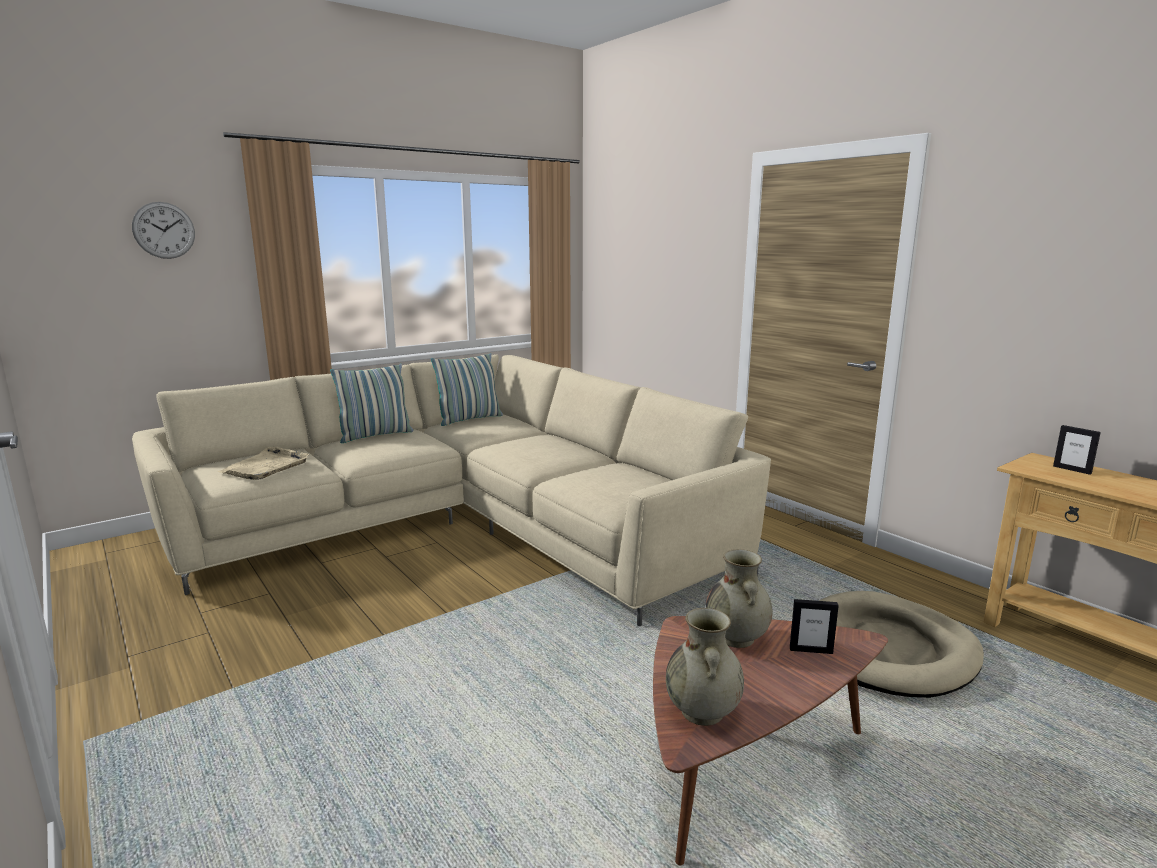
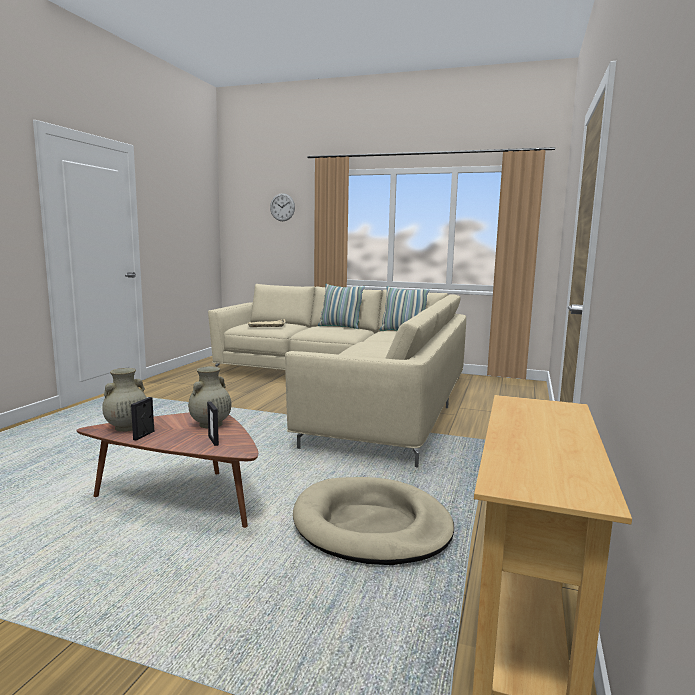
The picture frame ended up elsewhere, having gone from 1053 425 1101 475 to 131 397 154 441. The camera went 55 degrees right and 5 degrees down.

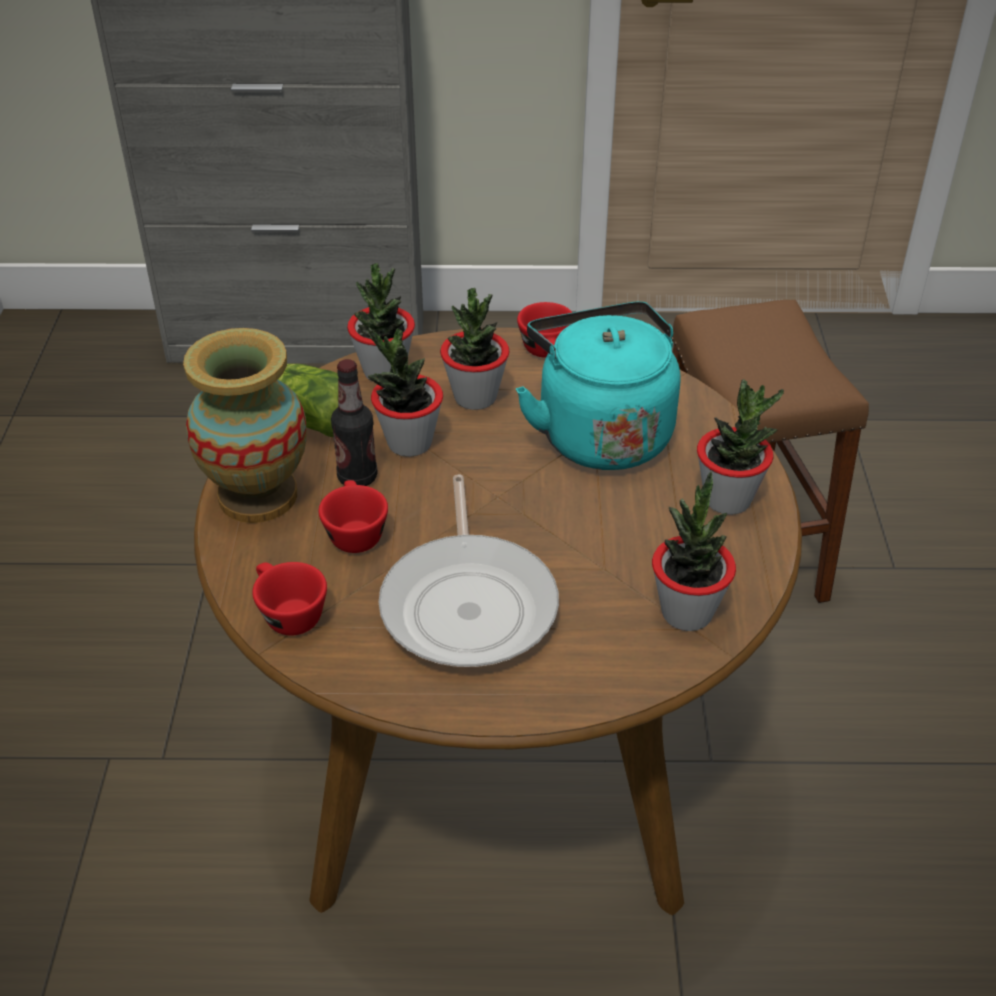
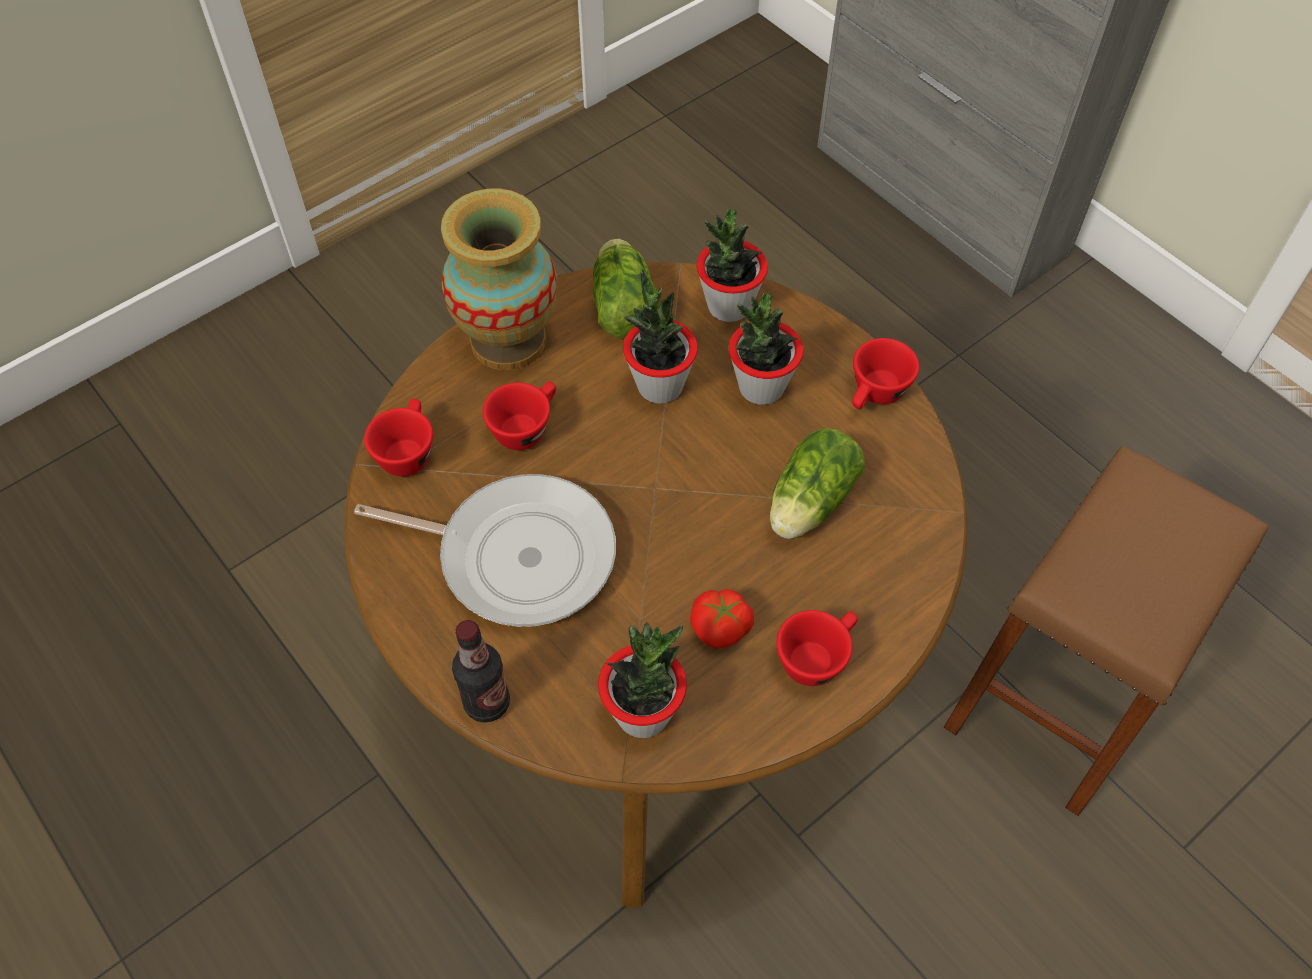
The second view gained the tomato at 690 589 754 648. The bottle ended up elsewhere, having gone from 331 359 377 486 to 452 620 510 723. Where the turquoise kettle stood at 516 302 681 470, the lettuce came to stand at 770 428 865 539. Where the potted plant stood at 697 379 784 515, the red cup came to stand at 776 610 858 686. The frying pan at 379 475 559 667 ended up facing another way, 120 degrees counterclockwise from before. The camera went 50 degrees right and 15 degrees up.

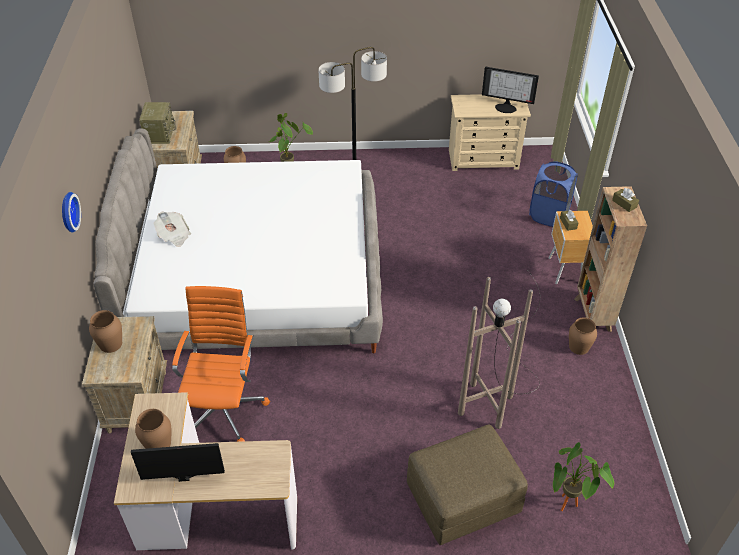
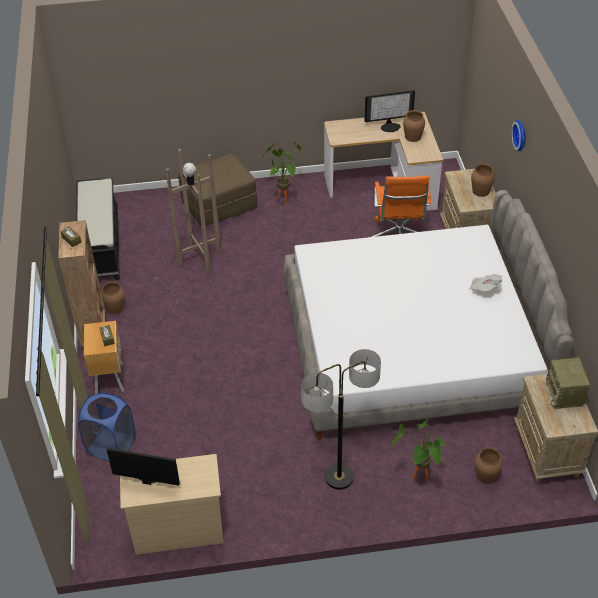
The second view gained the black bench at 76 178 120 280. The potted plant ended up elsewhere, having gone from 553 442 614 511 to 262 141 301 204. The camera went 175 degrees right and 0 degrees up.

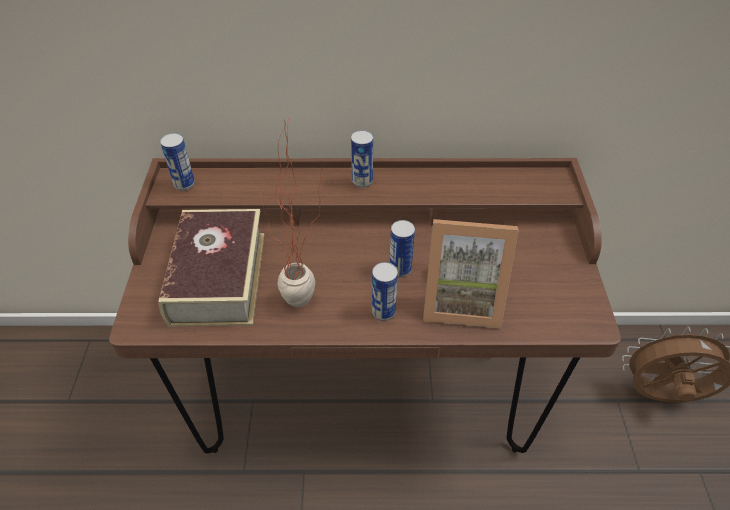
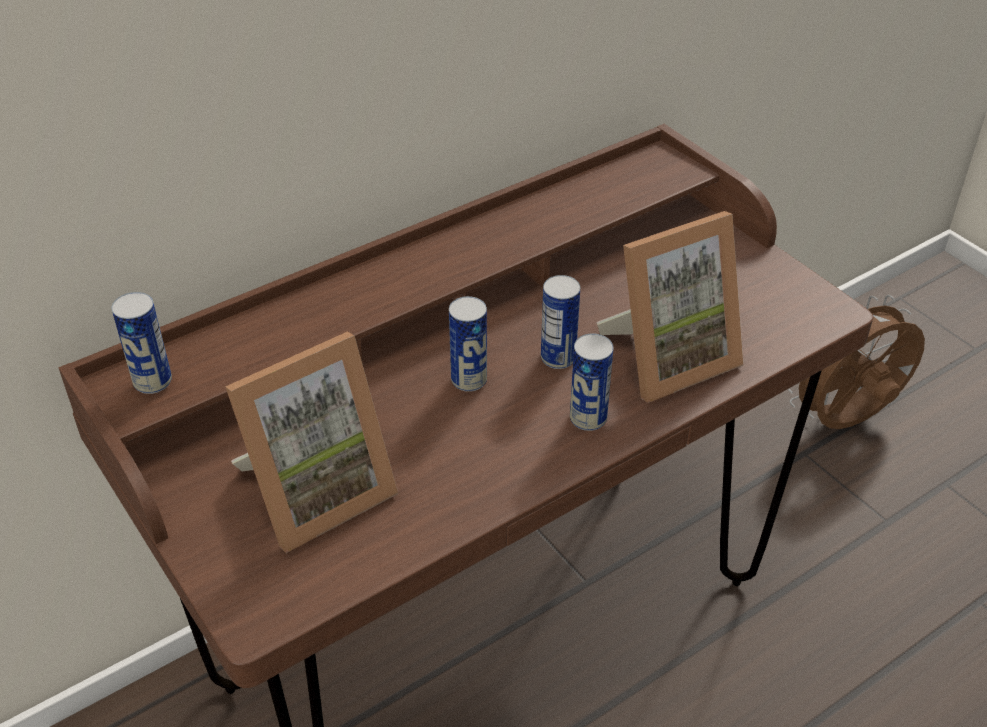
The second view lost the potted plant at 260 118 322 307. The can ended up elsewhere, having gone from 351 130 373 188 to 449 296 487 392. Where the book stood at 158 209 265 327, the picture frame came to stand at 225 332 398 553. The camera went 35 degrees left and 5 degrees down.

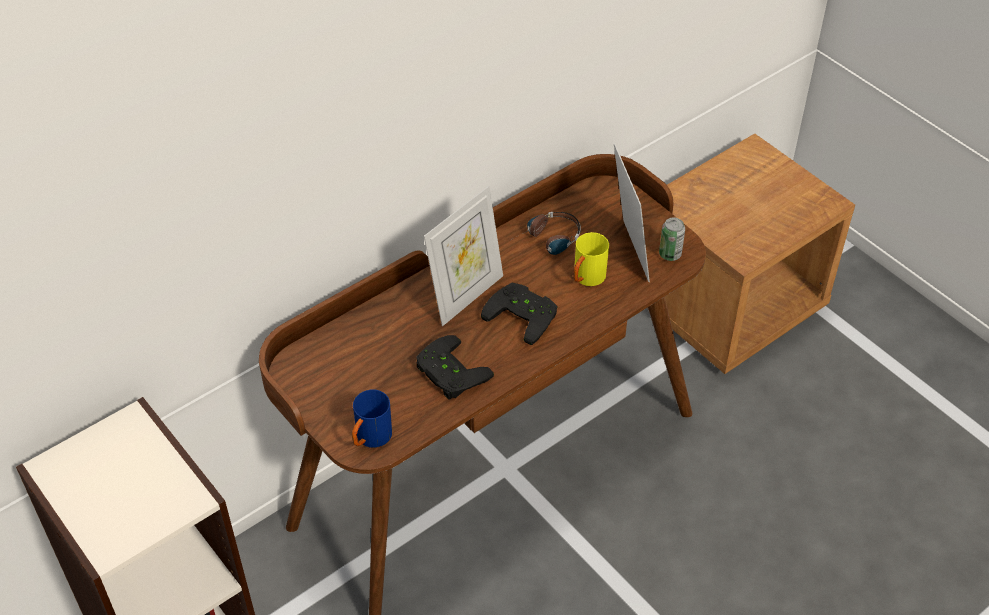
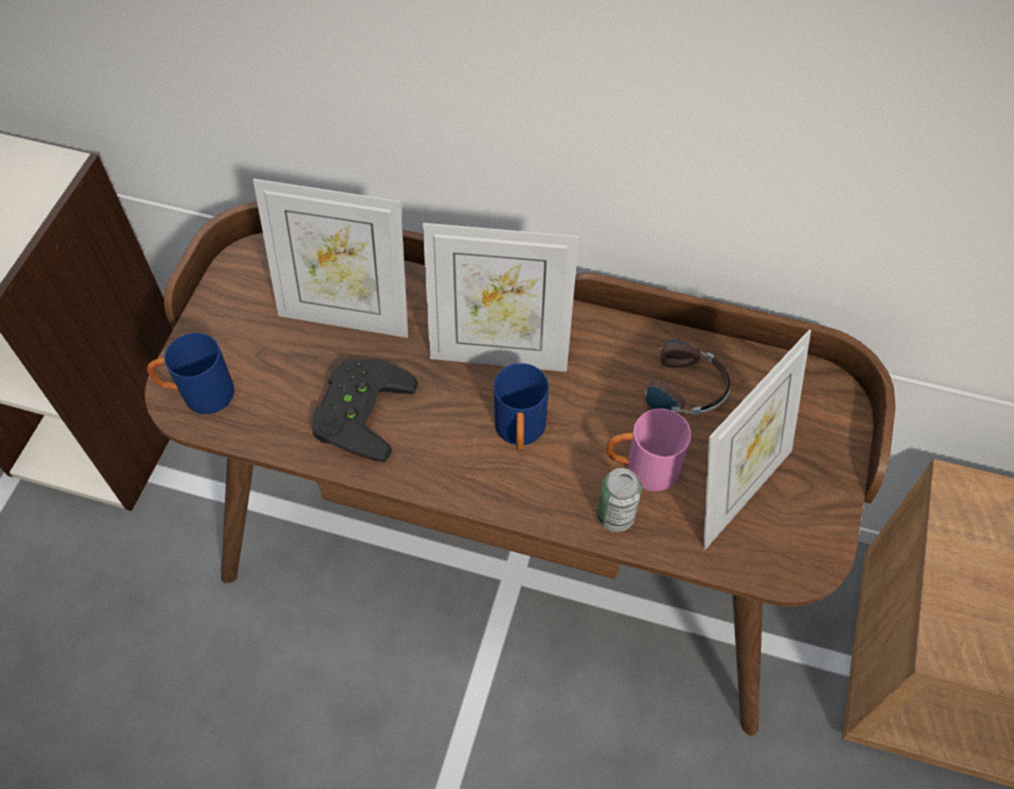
The second view gained the picture frame at 253 179 408 338. The can ended up elsewhere, having gone from 659 217 685 261 to 597 468 642 532. Where the black game controller stood at 481 283 557 345, the blue mug came to stand at 494 363 549 451. What was the yellow mug at 573 232 609 286 turned into the pink mug at 606 408 691 491. The camera went 55 degrees right and 10 degrees up.

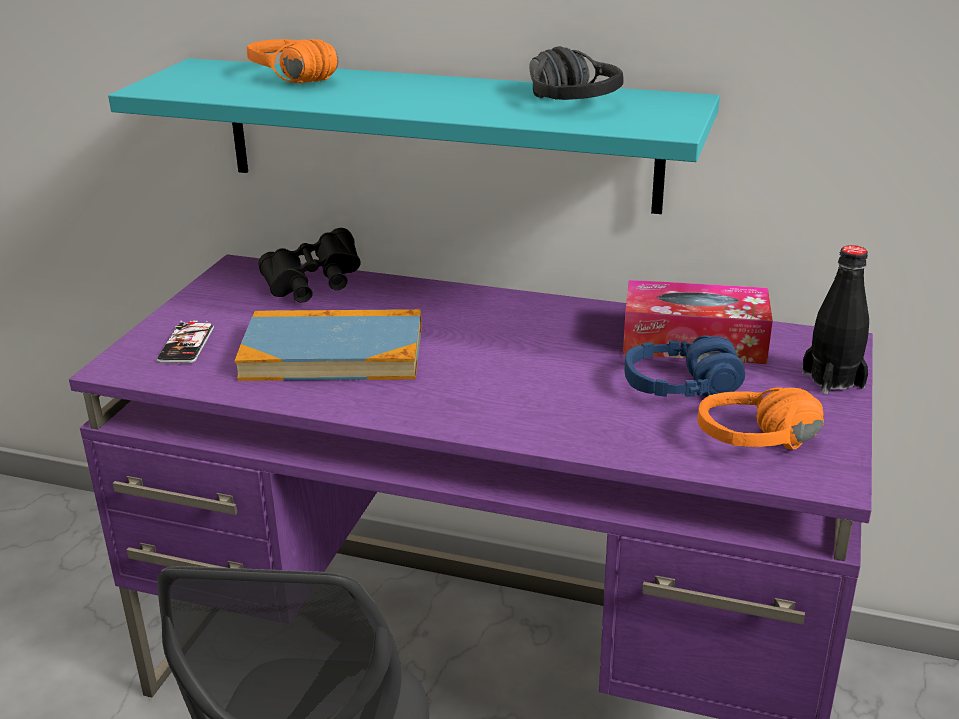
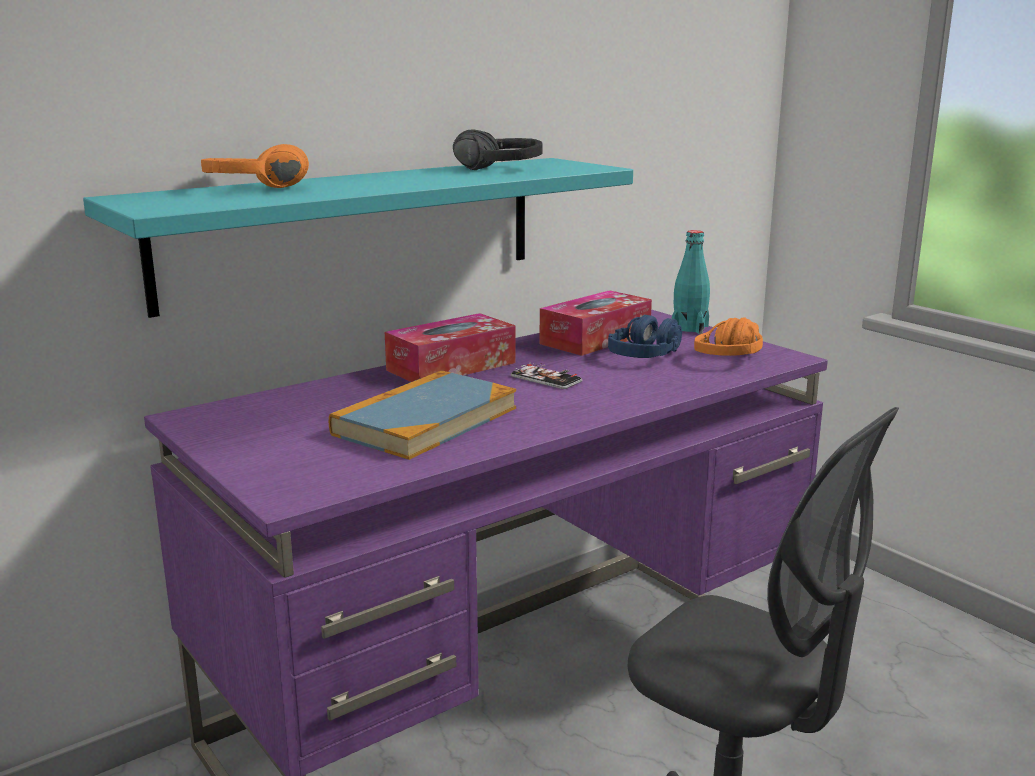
The second view lost the black binoculars at 258 228 361 303. The second view gained the tissue box at 385 313 515 382. The phone ended up elsewhere, having gone from 157 321 214 363 to 511 363 582 389. What was the black bottle at 802 245 869 394 turned into the turquoise bottle at 671 230 710 334. The camera went 55 degrees left and 10 degrees down.

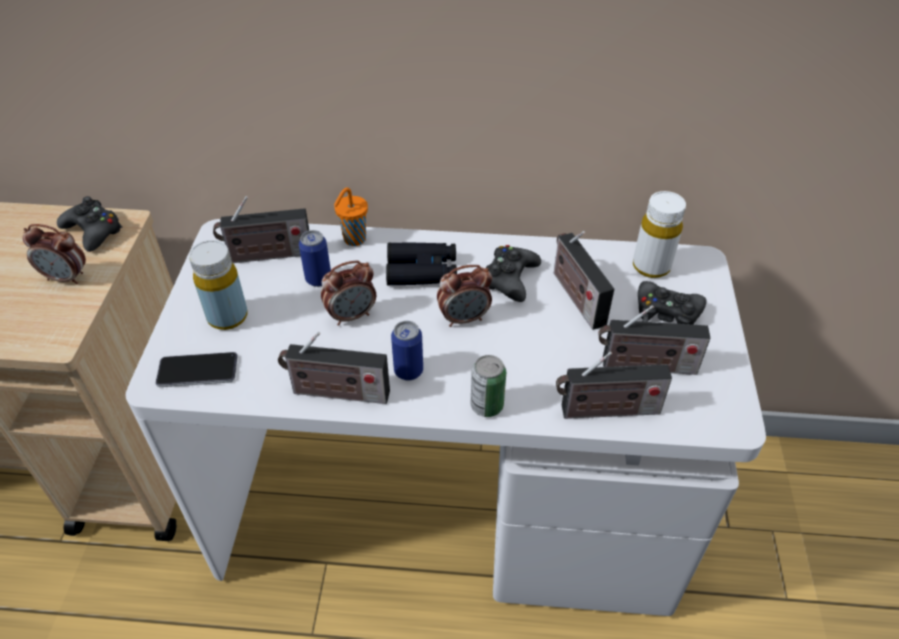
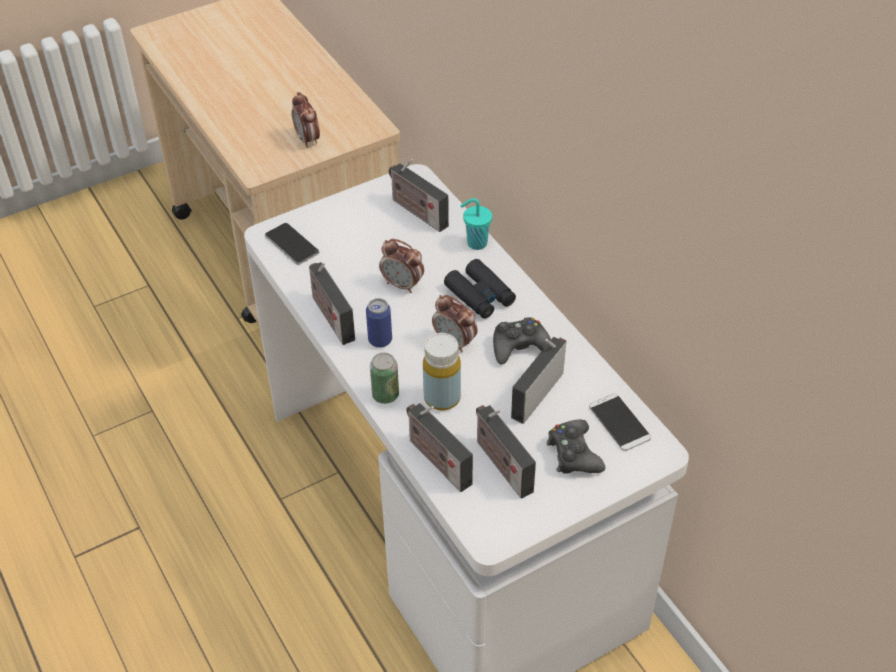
The second view lost the black game controller at 57 196 123 252. The second view lost the can at 299 230 331 287. The yellow bottle ended up elsewhere, having gone from 189 240 248 330 to 423 333 461 411. Where the white bottle stood at 633 191 686 278, the phone came to stand at 589 394 651 451. What was the orange cup at 334 188 368 246 turned into the turquoise cup at 460 198 492 250. The camera went 55 degrees right and 0 degrees up.

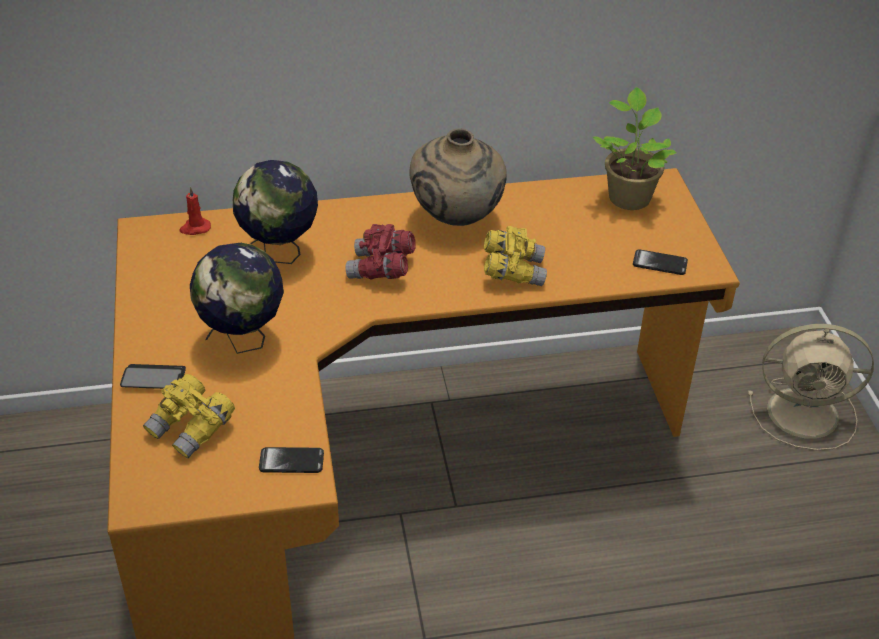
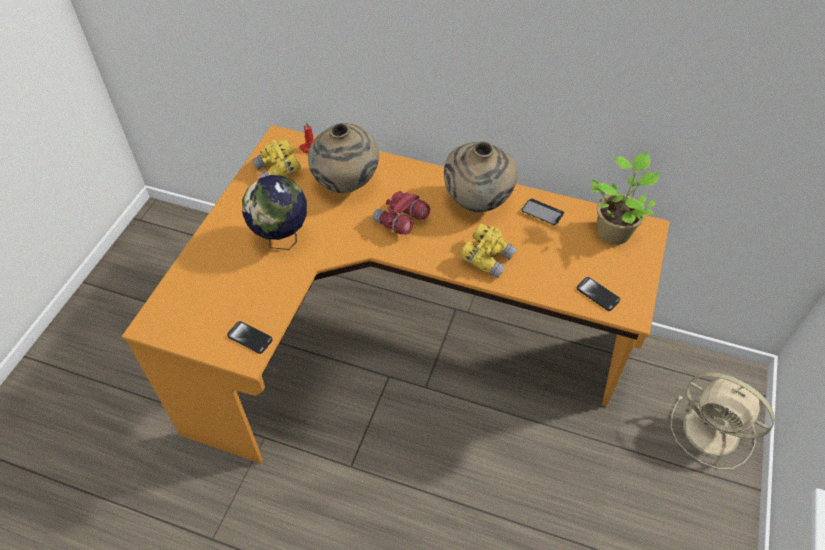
The phone ended up elsewhere, having gone from 120 364 186 389 to 521 199 564 225. The yellow binoculars ended up elsewhere, having gone from 143 374 235 458 to 252 139 301 178. Where the globe stood at 233 160 318 264, the beige vase came to stand at 308 123 379 193. The camera went 30 degrees right and 10 degrees up.

